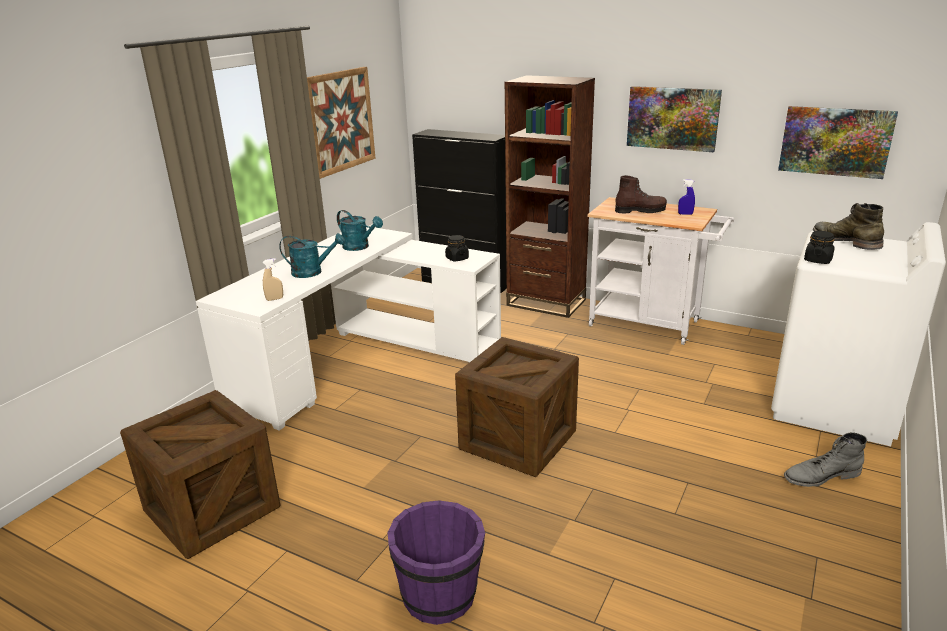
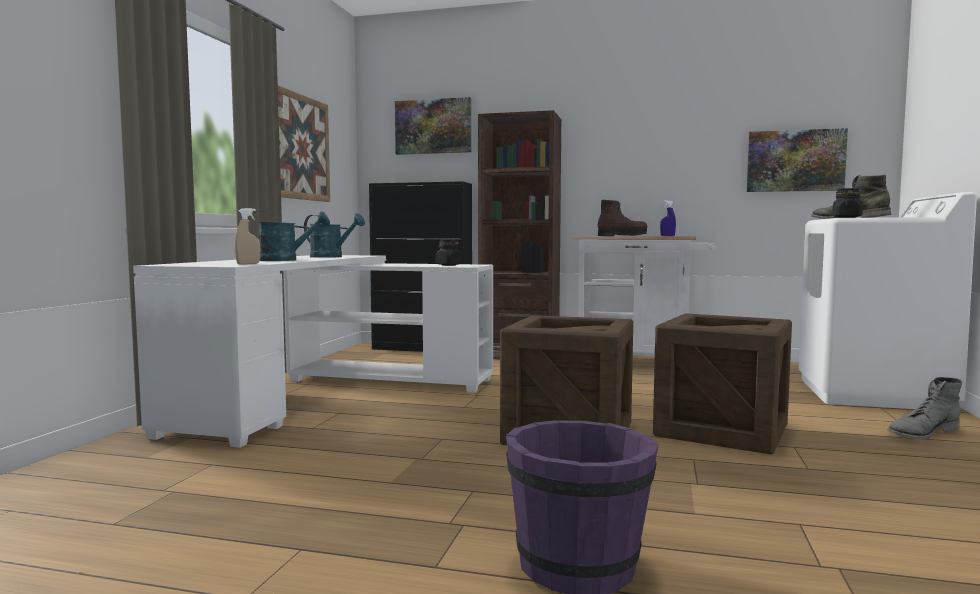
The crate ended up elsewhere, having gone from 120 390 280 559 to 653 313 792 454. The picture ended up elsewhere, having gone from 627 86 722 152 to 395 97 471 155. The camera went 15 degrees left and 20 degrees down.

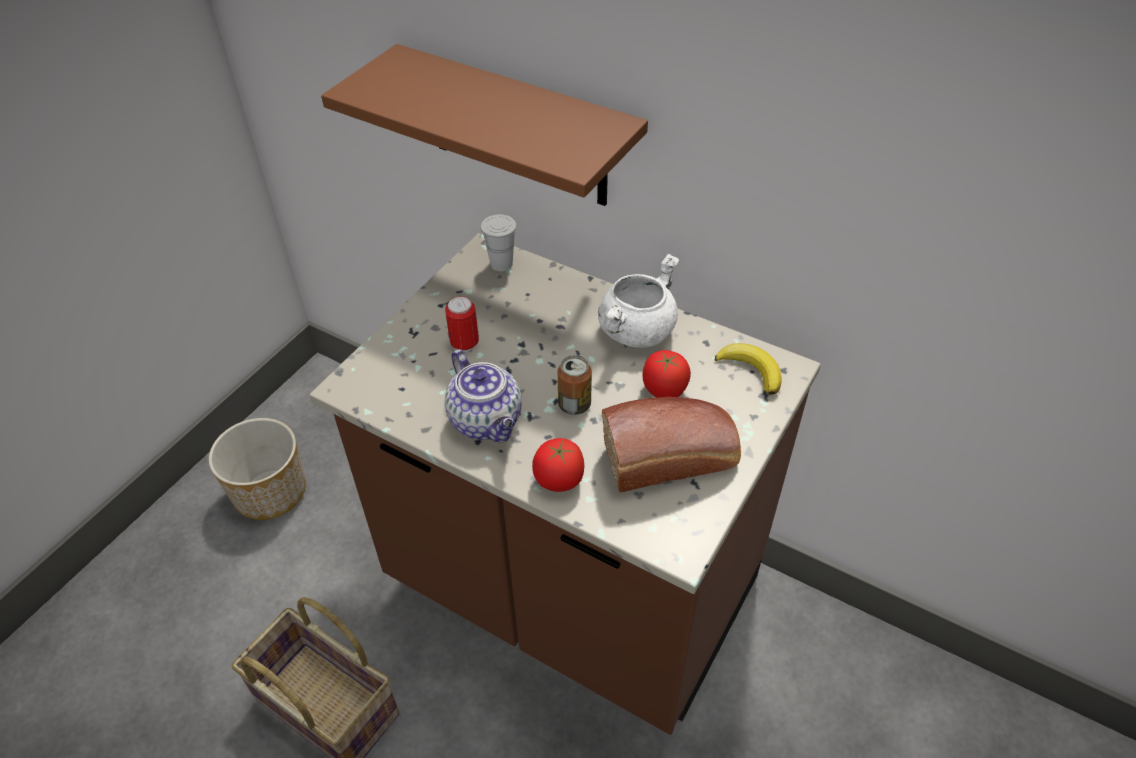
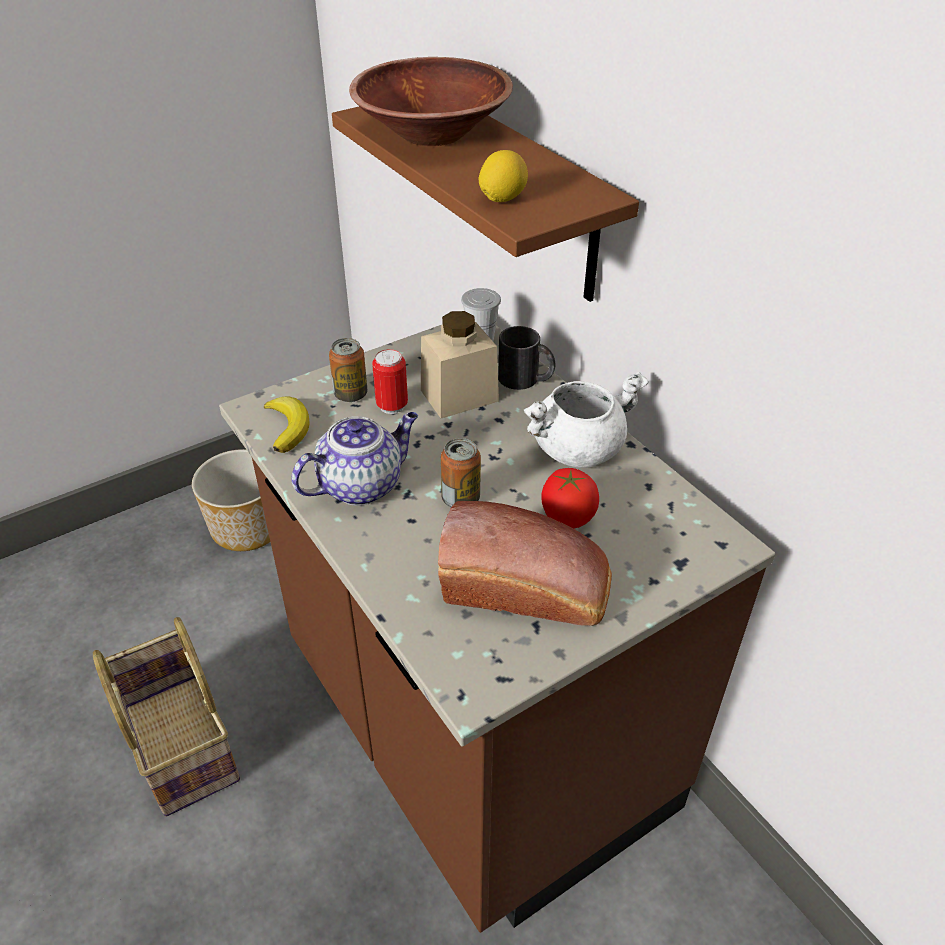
The second view lost the tomato at 532 438 584 492. The second view gained the can at 329 338 368 402. The second view gained the brown bowl at 349 57 513 146. The second view gained the beige jar at 421 311 499 418. The second view gained the lemon at 479 150 528 202. The second view gained the black mug at 498 326 555 390. The banana ended up elsewhere, having gone from 715 343 782 395 to 264 397 310 453. The teapot at 445 349 522 442 ended up facing another way, 120 degrees counterclockwise from before. The camera went 25 degrees right and 5 degrees down.

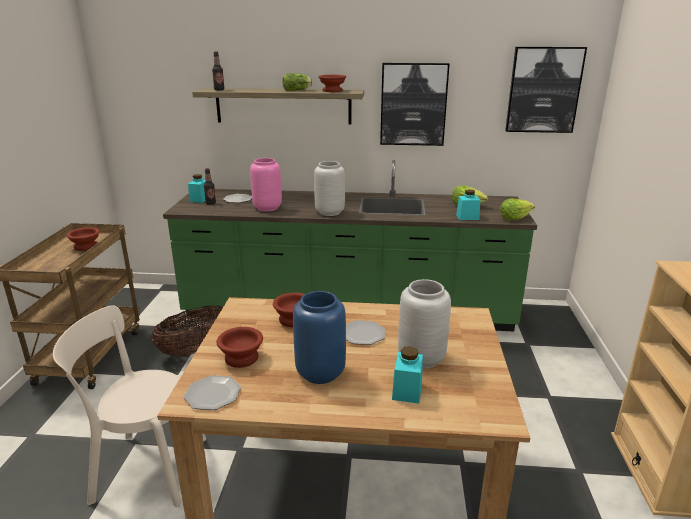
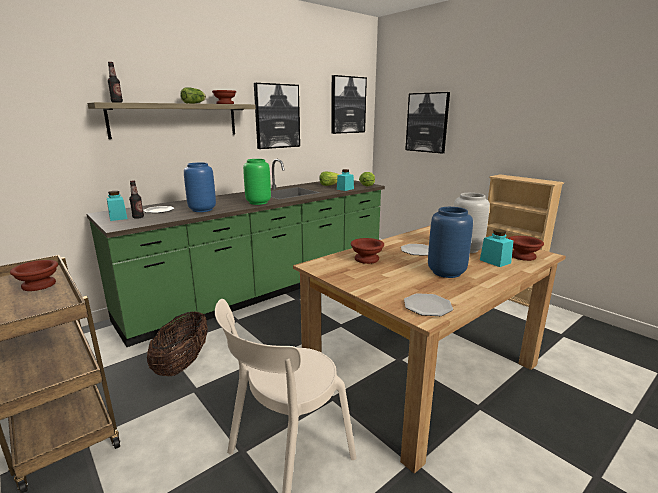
The second view gained the picture at 405 92 450 153. The brown bowl ended up elsewhere, having gone from 216 327 263 368 to 508 236 544 261. What was the pink vase at 250 158 282 212 turned into the blue vase at 184 162 216 212. What was the grey vase at 314 161 345 216 turned into the green vase at 243 159 271 205. The camera went 45 degrees left and 5 degrees down.

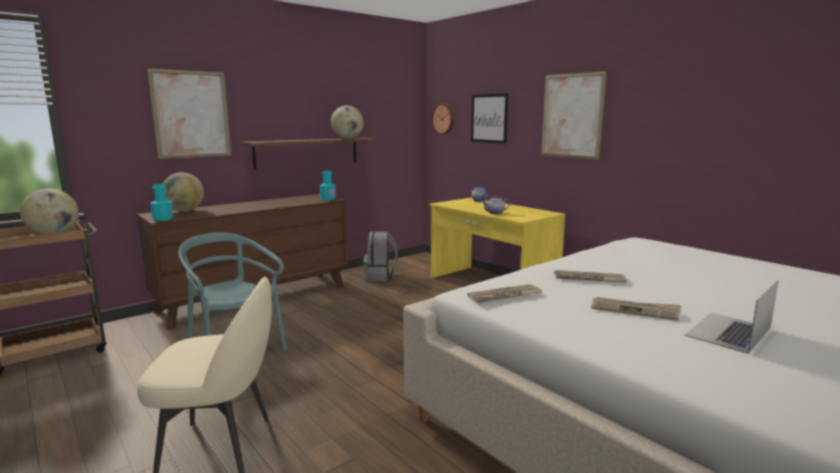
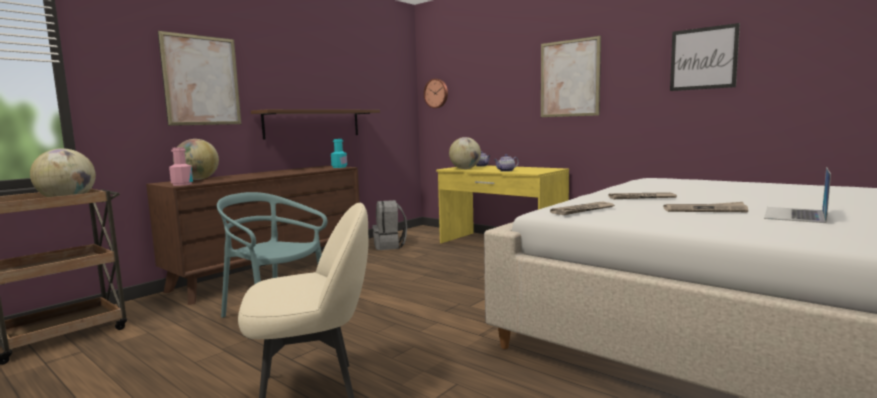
The globe ended up elsewhere, having gone from 331 106 364 139 to 449 137 481 169. The picture ended up elsewhere, having gone from 471 93 509 144 to 670 23 740 91. What was the turquoise bottle at 150 184 173 221 turned into the pink bottle at 169 147 193 186. The camera went 10 degrees left and 5 degrees down.

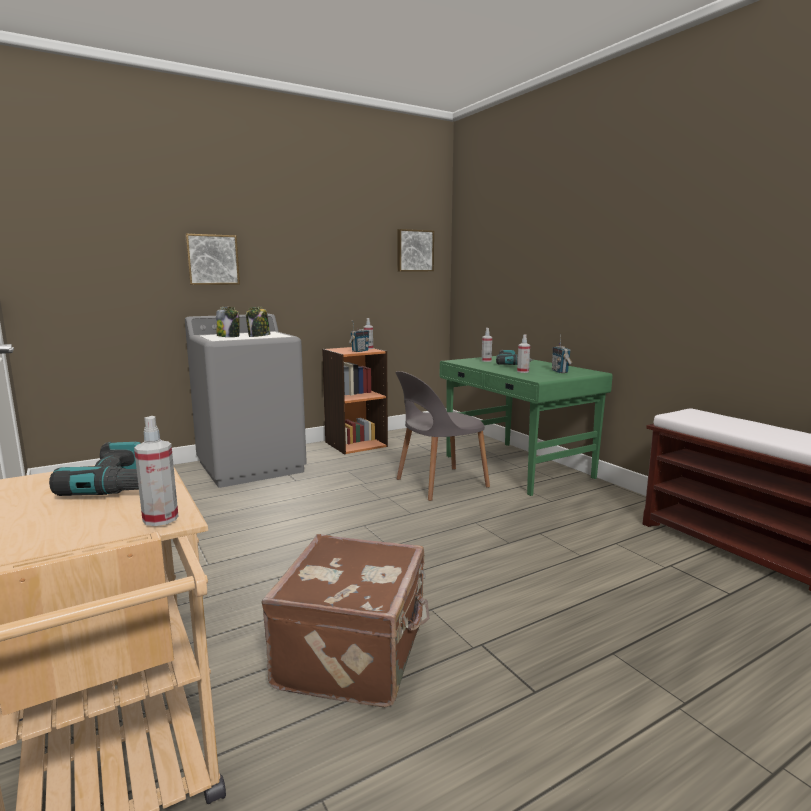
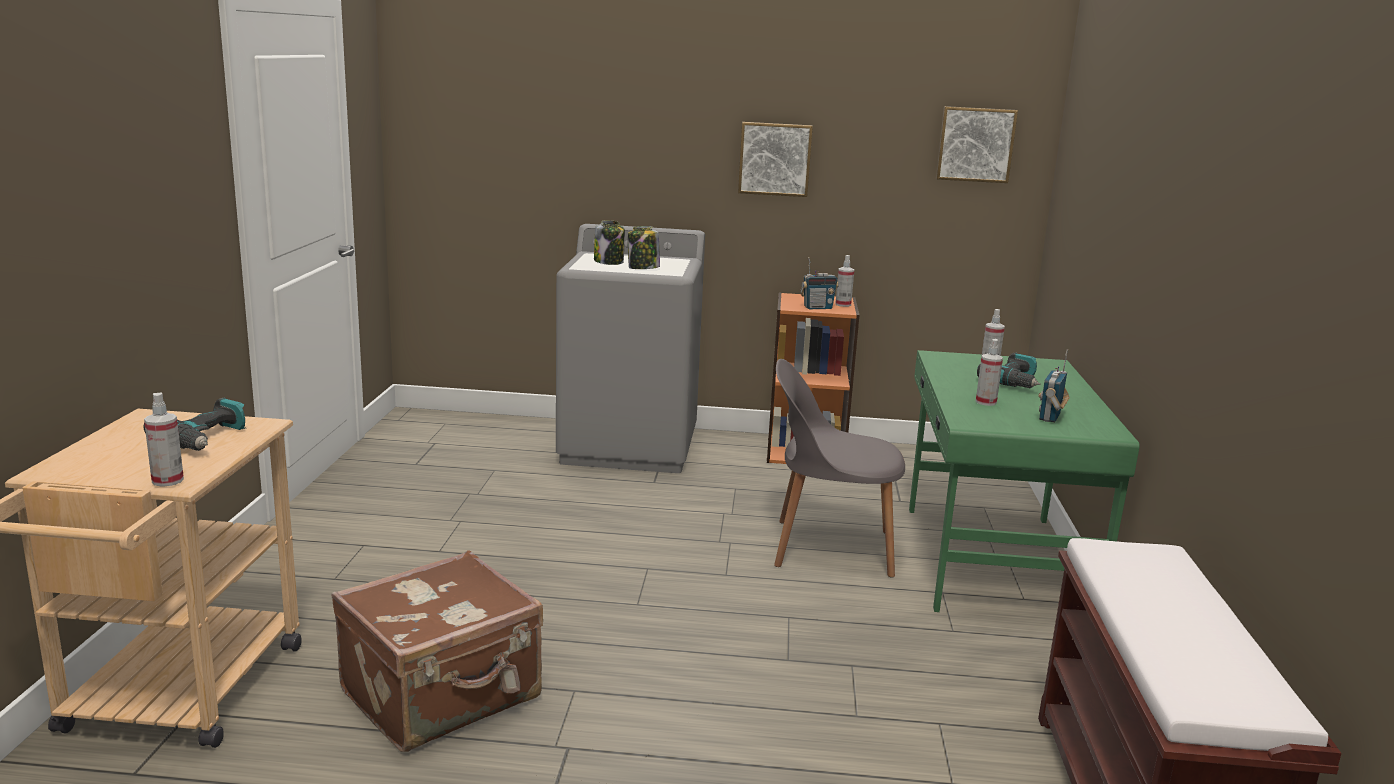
The picture ended up elsewhere, having gone from 185 234 240 285 to 738 122 813 197. The camera went 35 degrees right and 5 degrees up.

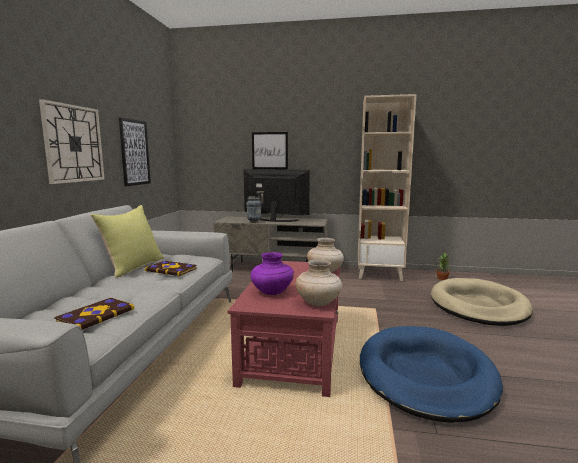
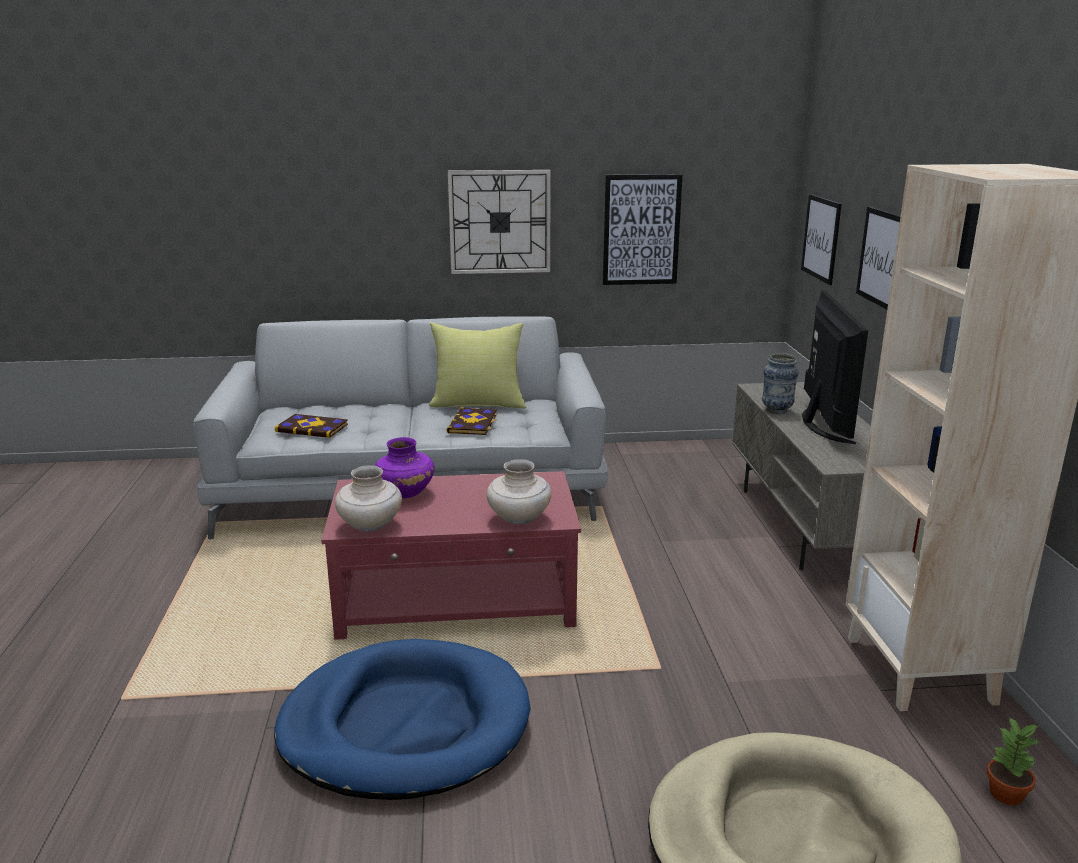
The second view gained the picture at 801 194 842 285. The camera went 75 degrees right and 10 degrees up.

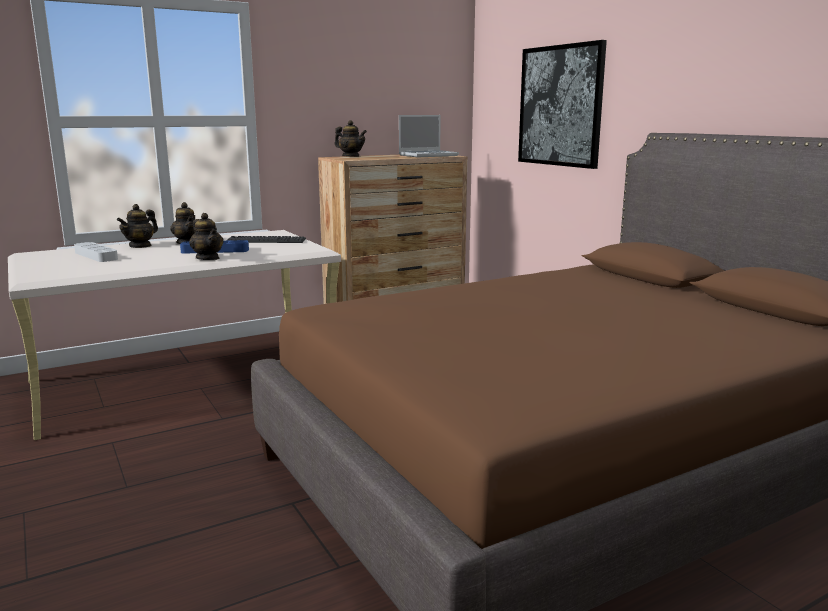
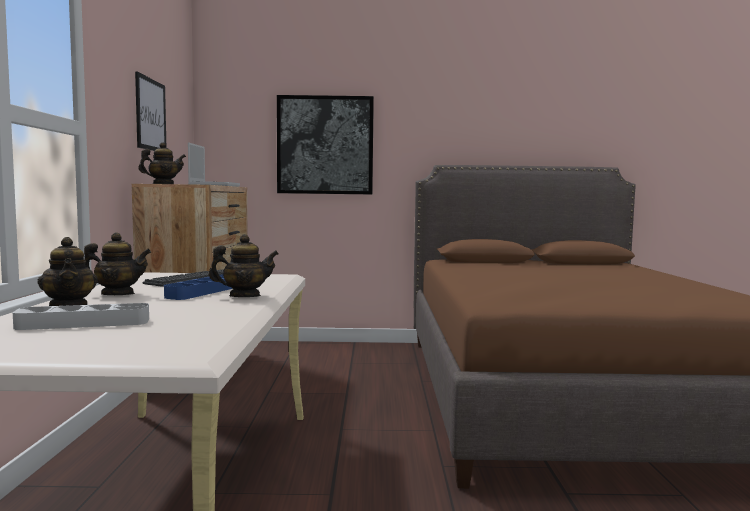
The second view gained the picture at 135 71 166 151. The camera went 60 degrees left and 10 degrees down.

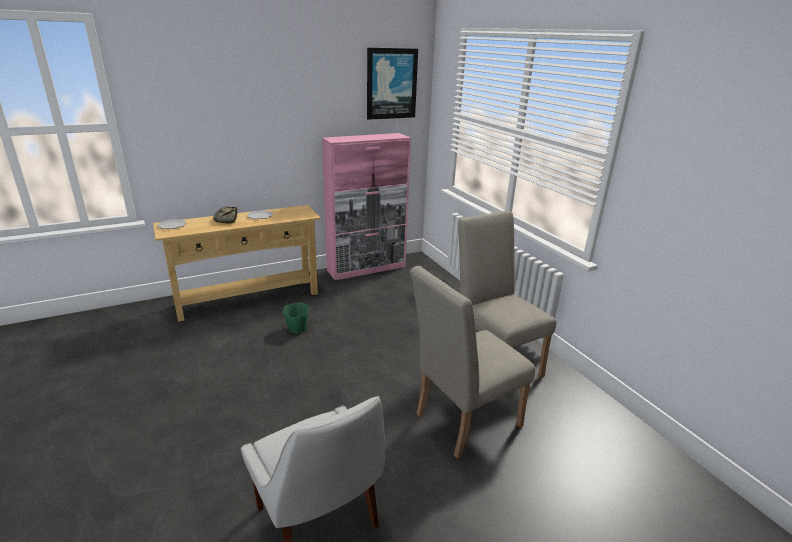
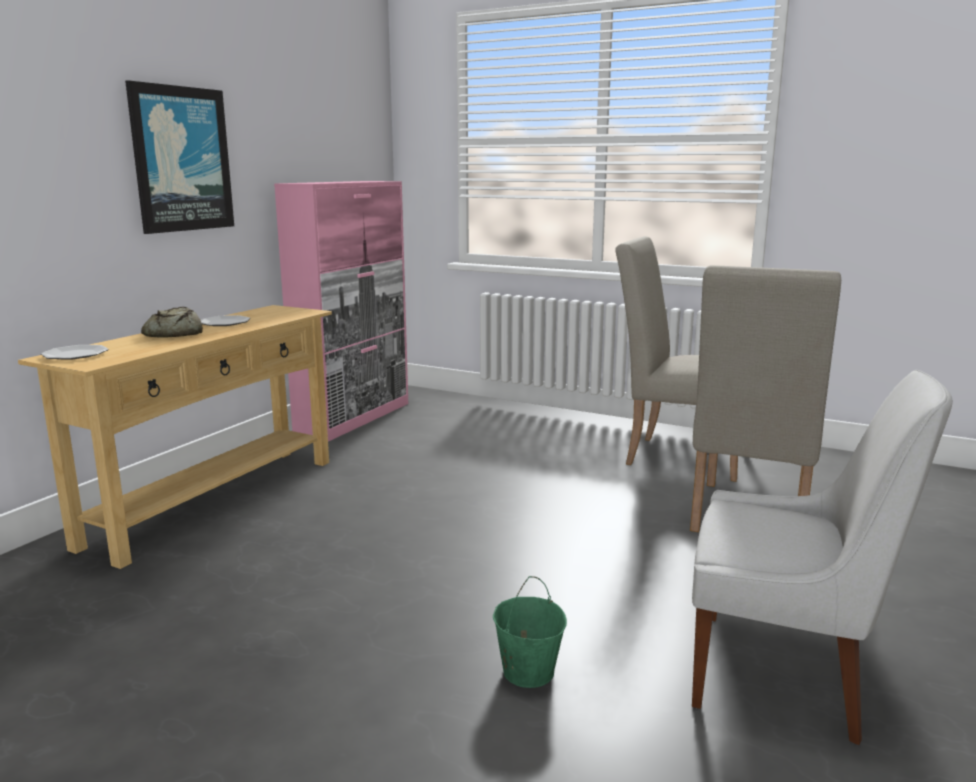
The green bucket ended up elsewhere, having gone from 283 295 309 334 to 493 576 567 688. The picture ended up elsewhere, having gone from 367 48 418 120 to 125 80 234 234. The camera went 35 degrees left and 10 degrees down.

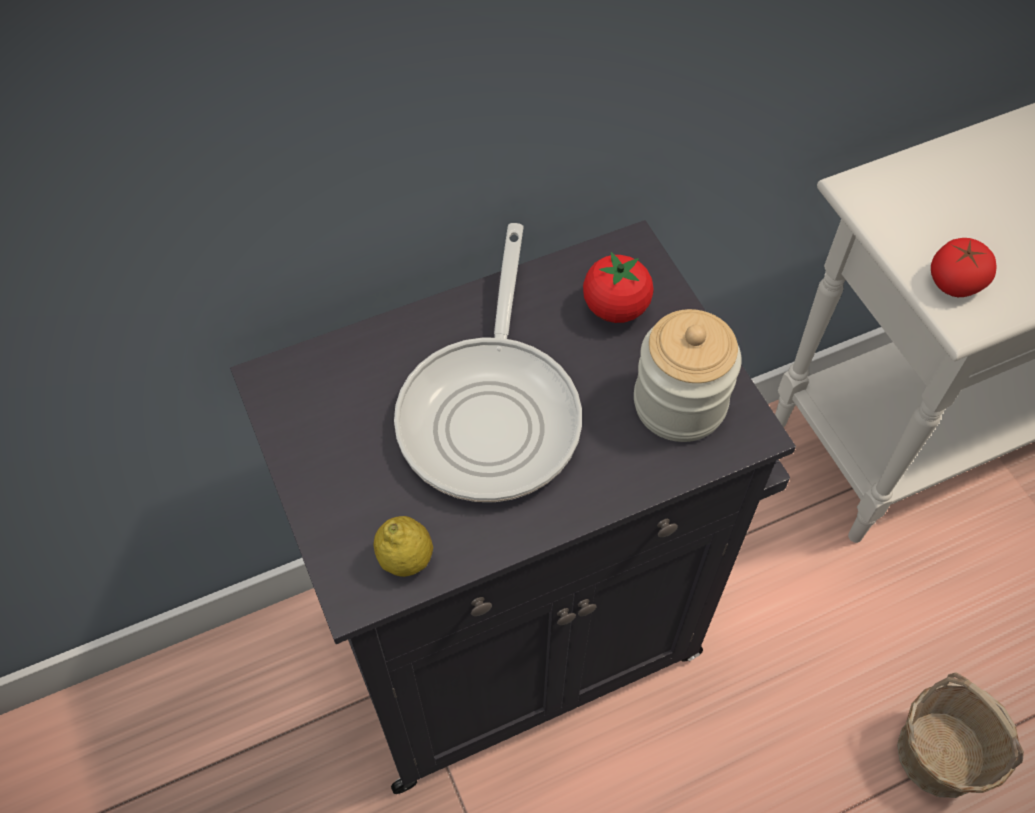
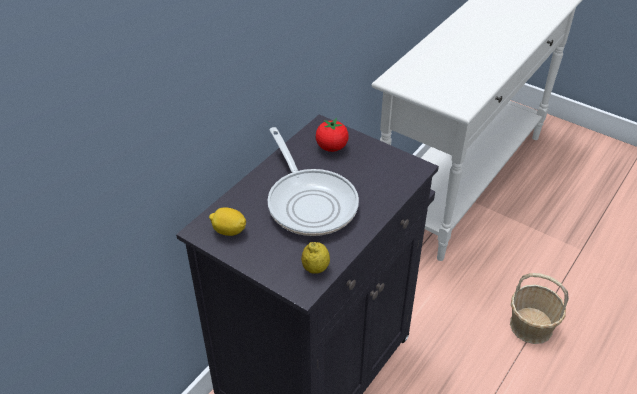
The second view lost the jar at 634 309 742 442. The second view lost the tomato at 931 238 997 297. The second view gained the lemon at 209 207 246 236. The camera went 30 degrees left and 15 degrees down.

